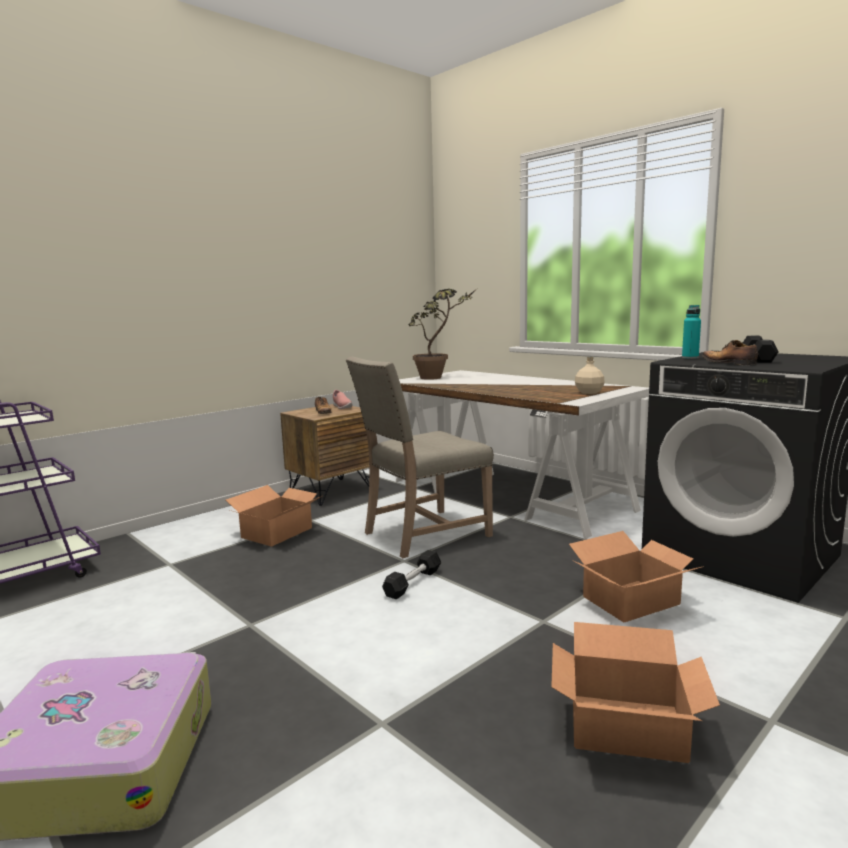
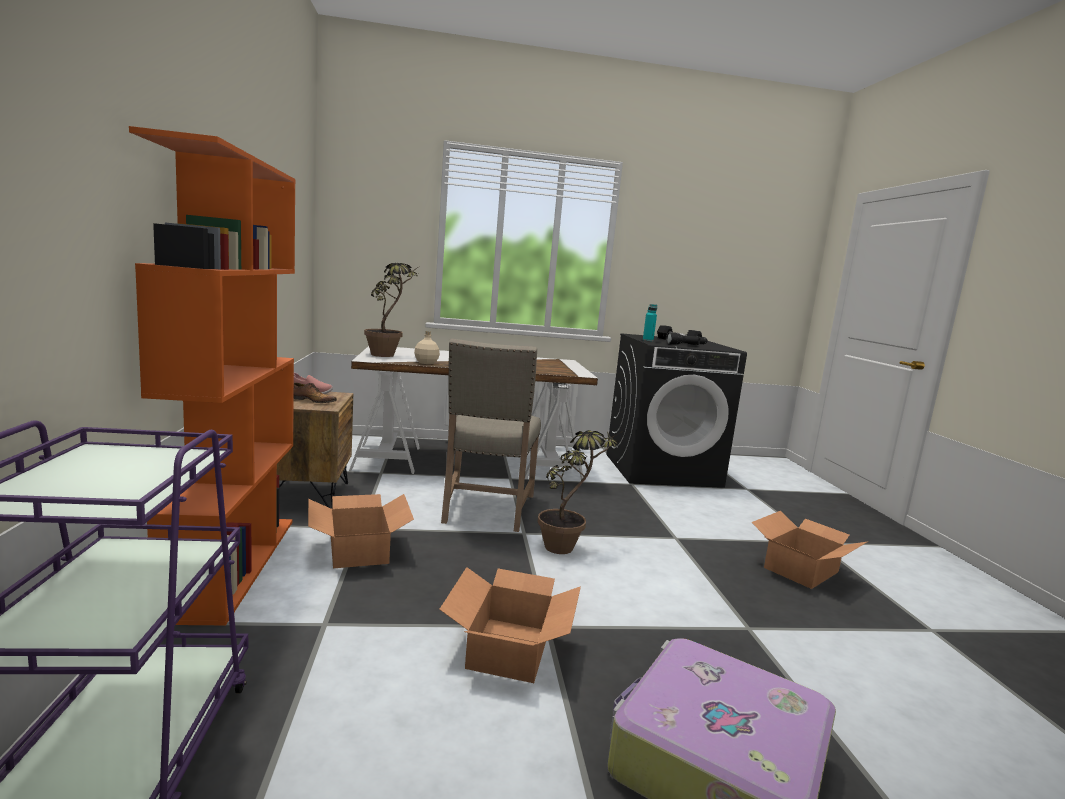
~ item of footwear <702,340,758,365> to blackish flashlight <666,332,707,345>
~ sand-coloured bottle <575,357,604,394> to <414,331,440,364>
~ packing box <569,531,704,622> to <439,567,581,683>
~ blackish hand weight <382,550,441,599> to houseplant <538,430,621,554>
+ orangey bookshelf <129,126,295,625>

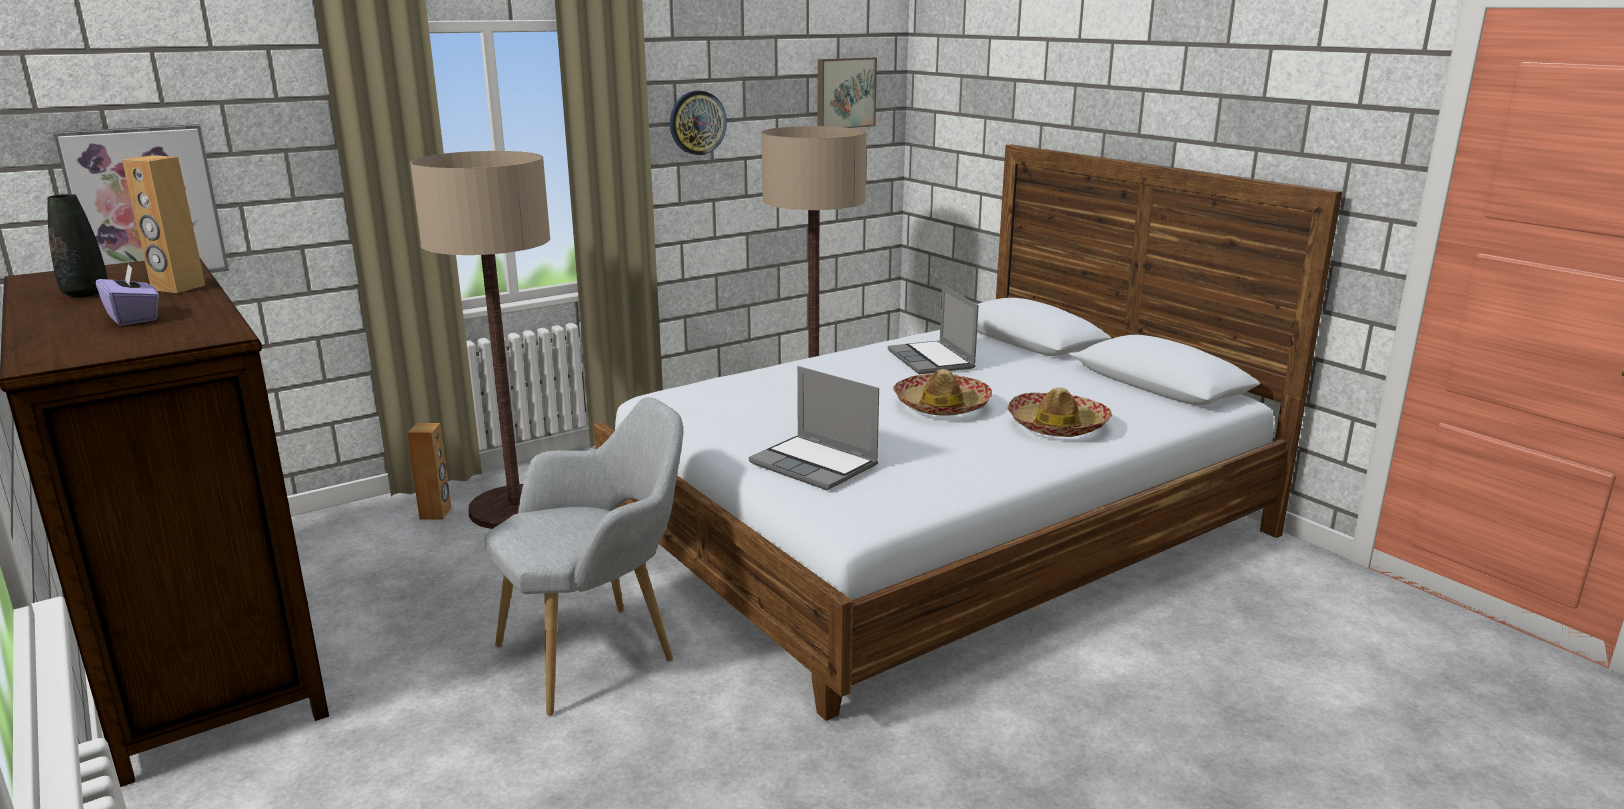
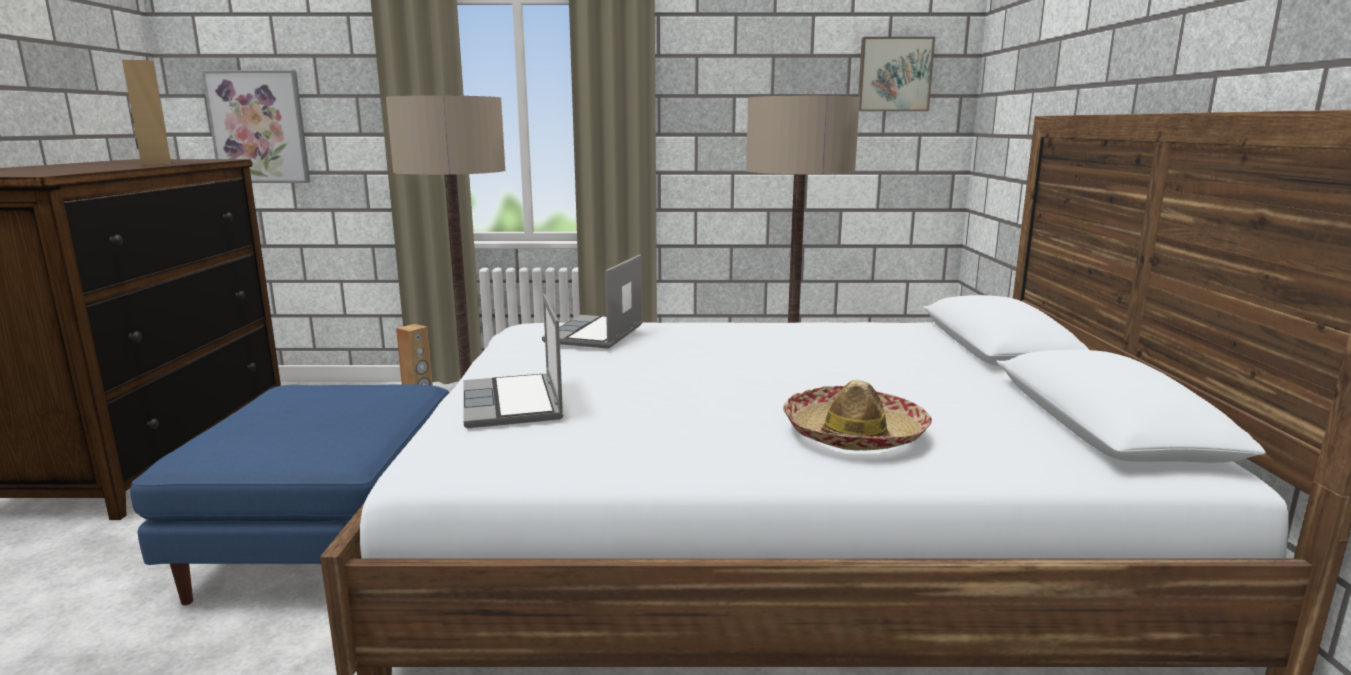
- hanging clock <670,90,727,155>
- blackish decorative vase <47,194,108,297>
- purplish tissue holder <96,264,159,326>
~ portable computer <888,285,979,374> to <542,254,642,349>
- hat <893,369,992,415>
~ gray armchair <485,397,683,716> to blue-coloured ottoman <130,384,449,605>

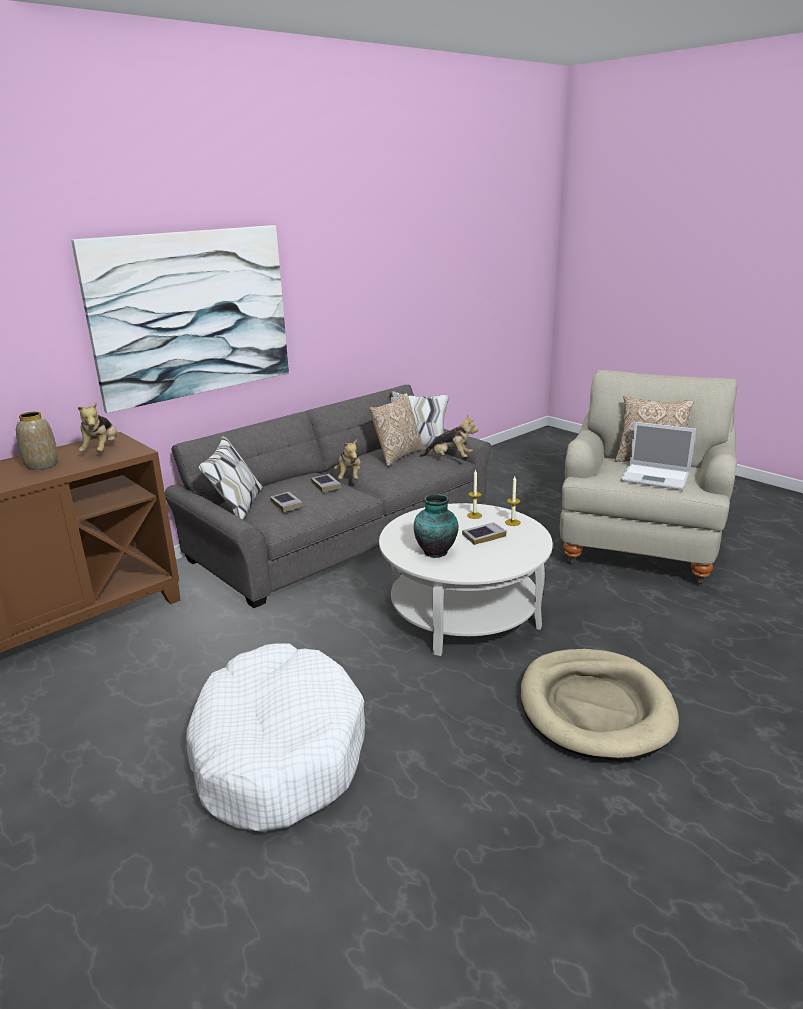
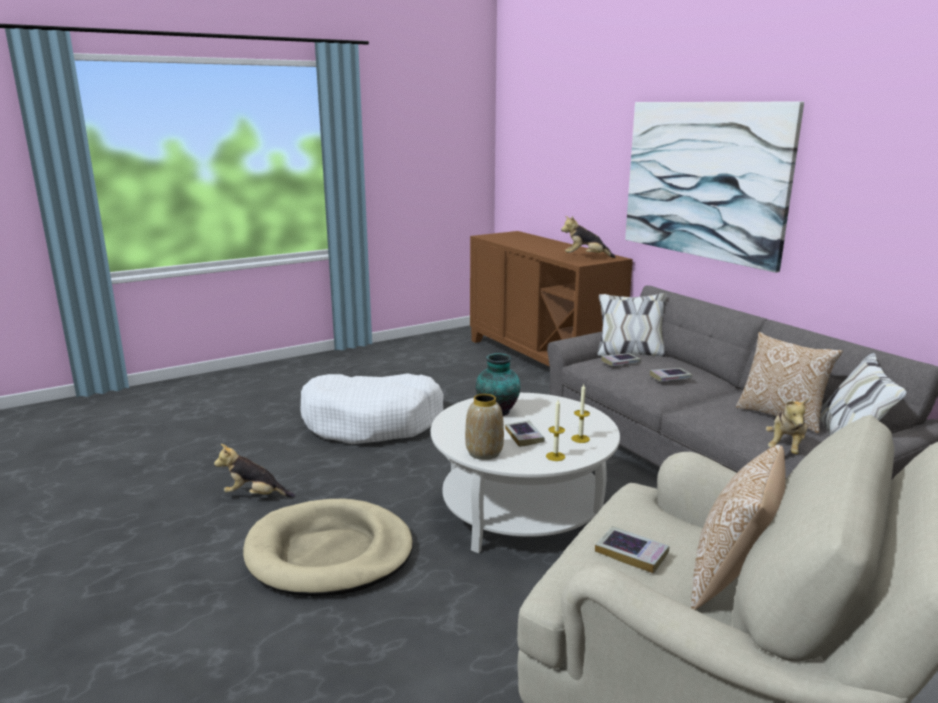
~ decorative vase <16,412,58,470> to <465,394,504,460>
~ portable computer <620,422,696,490> to bound book <595,526,669,574>
~ cuddly toy <334,439,361,479> to <214,444,295,498>

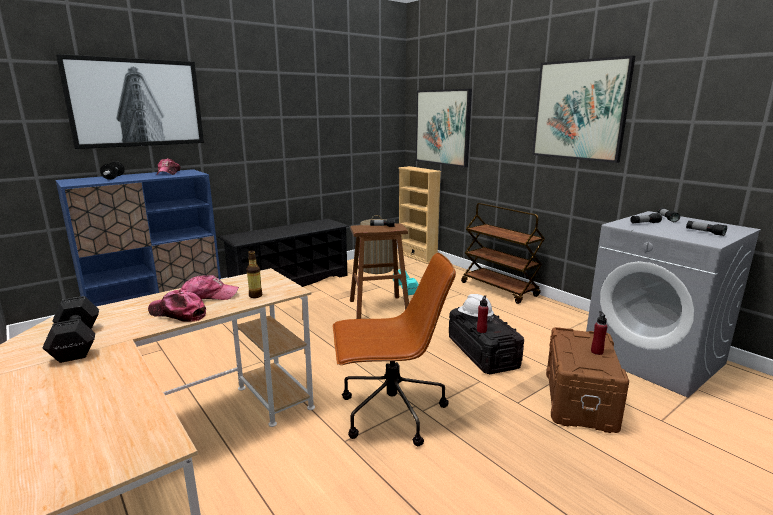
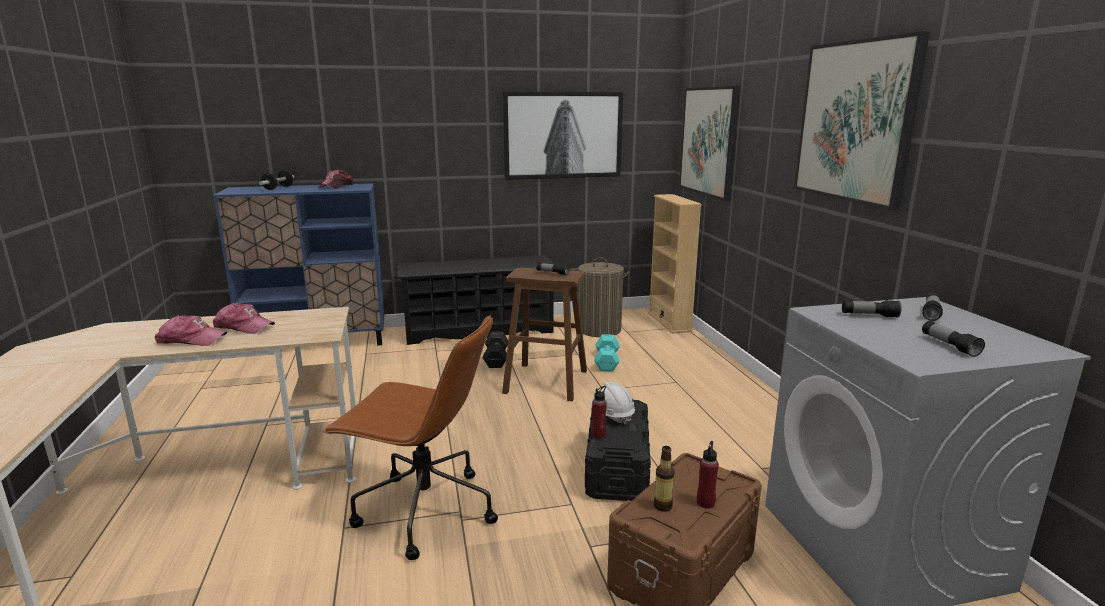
~ wall picture <56,54,204,149> to <503,92,623,180>
- brownish trolley <461,203,545,304>
~ bottle <247,250,262,298> to <654,446,675,512>
~ baseball cap <148,289,206,322> = <155,315,227,346> 135 degrees clockwise
~ blackish hand weight <43,296,99,363> to <483,332,508,368>

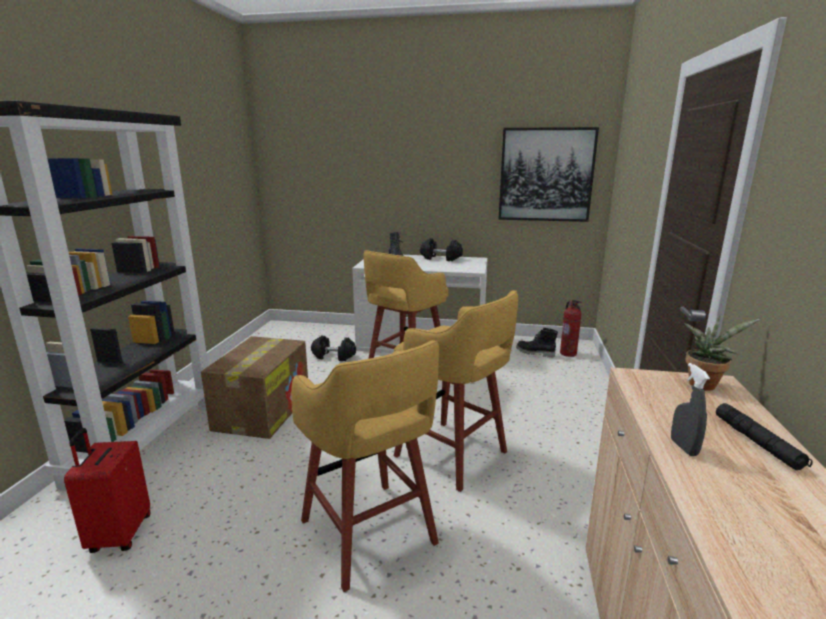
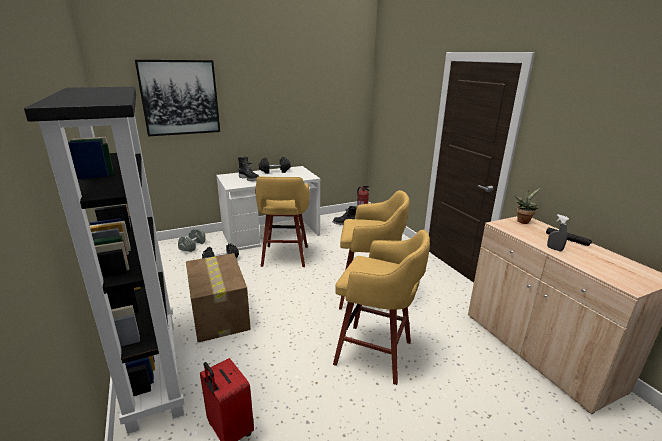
~ wall picture <498,127,599,222> to <135,60,220,136>
+ gray hand weight <178,228,205,252>

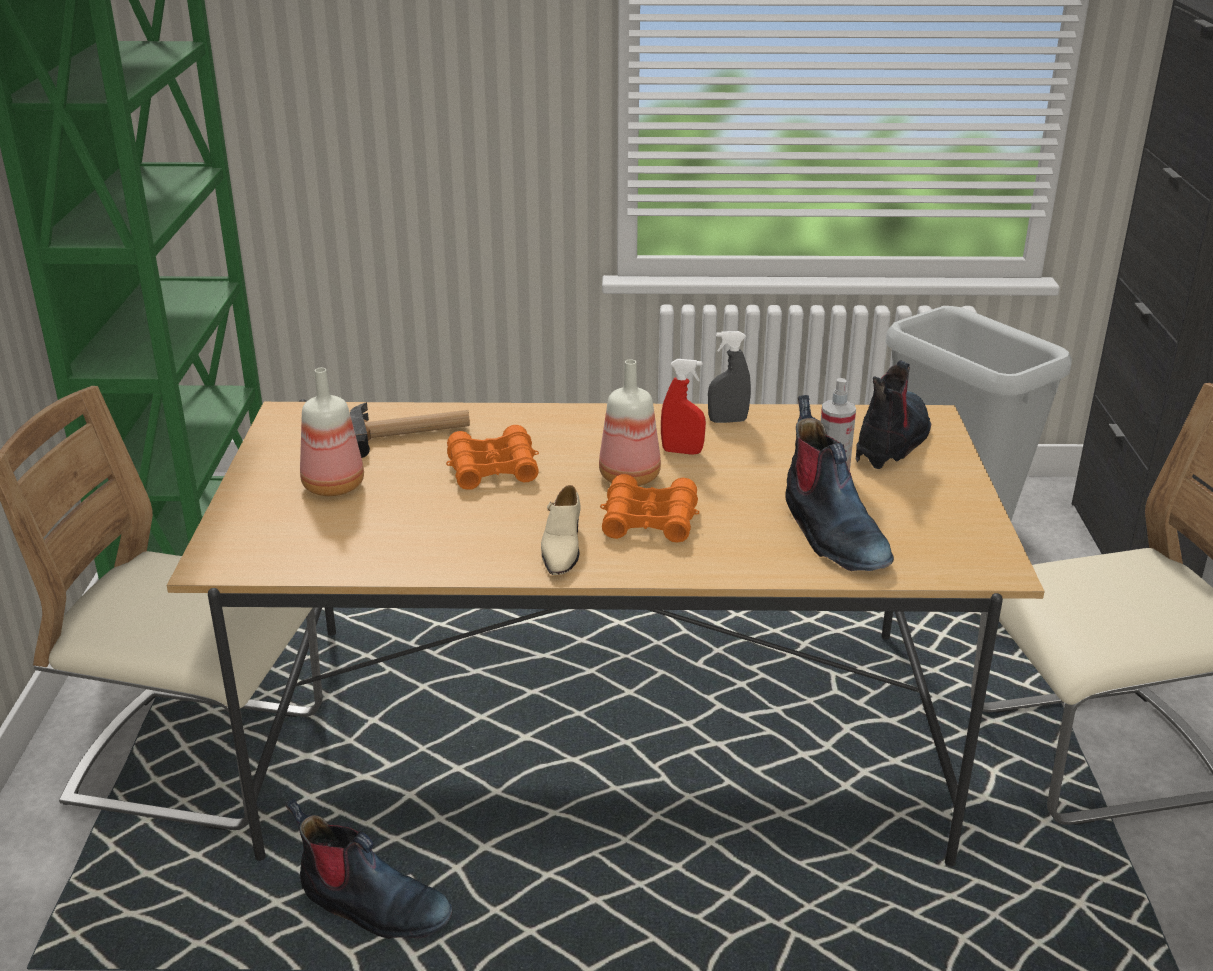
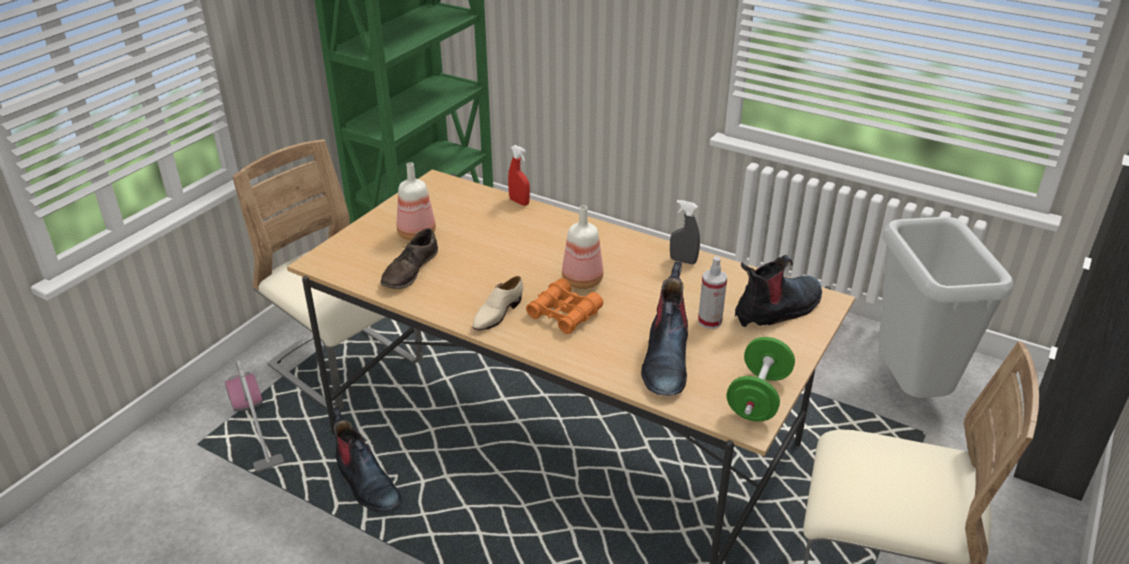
~ red-coloured spray bottle <661,359,706,455> to <508,145,530,206>
- hand hammer <350,402,470,458>
- orangey field glasses <446,425,539,490>
+ brownish item of footwear <380,228,438,289>
+ greenish hand weight <727,337,795,421>
+ vacuum cleaner <225,360,284,472>

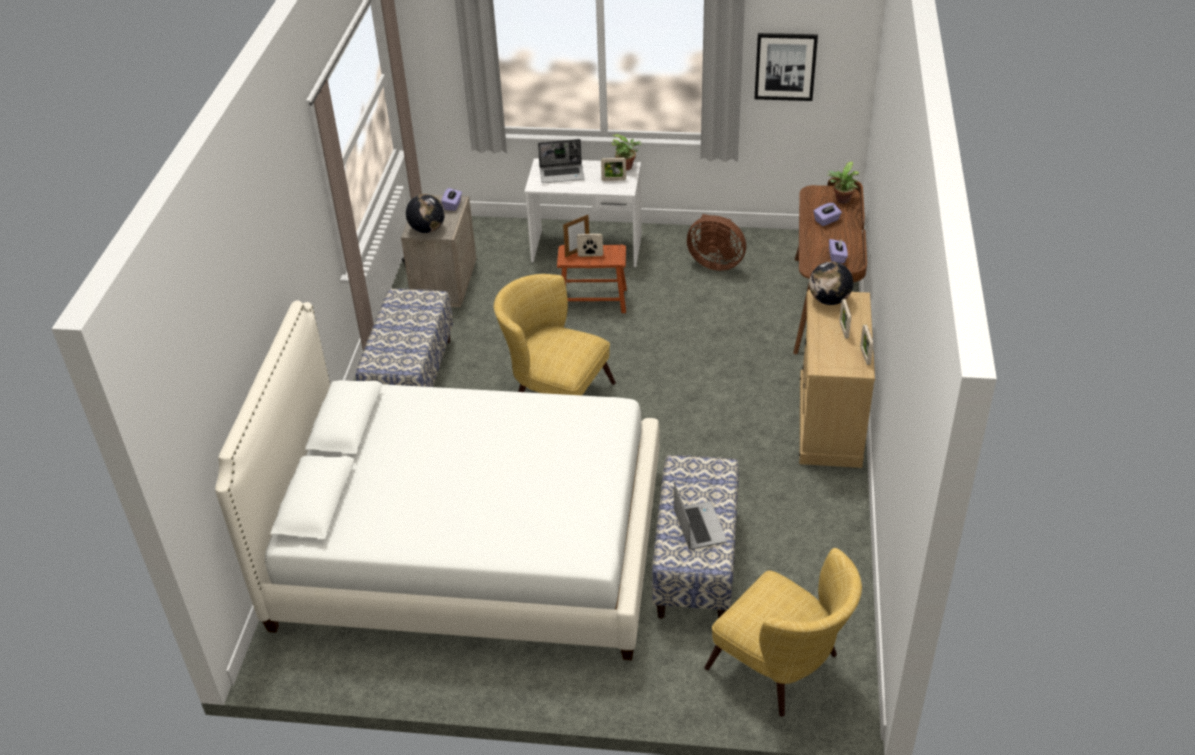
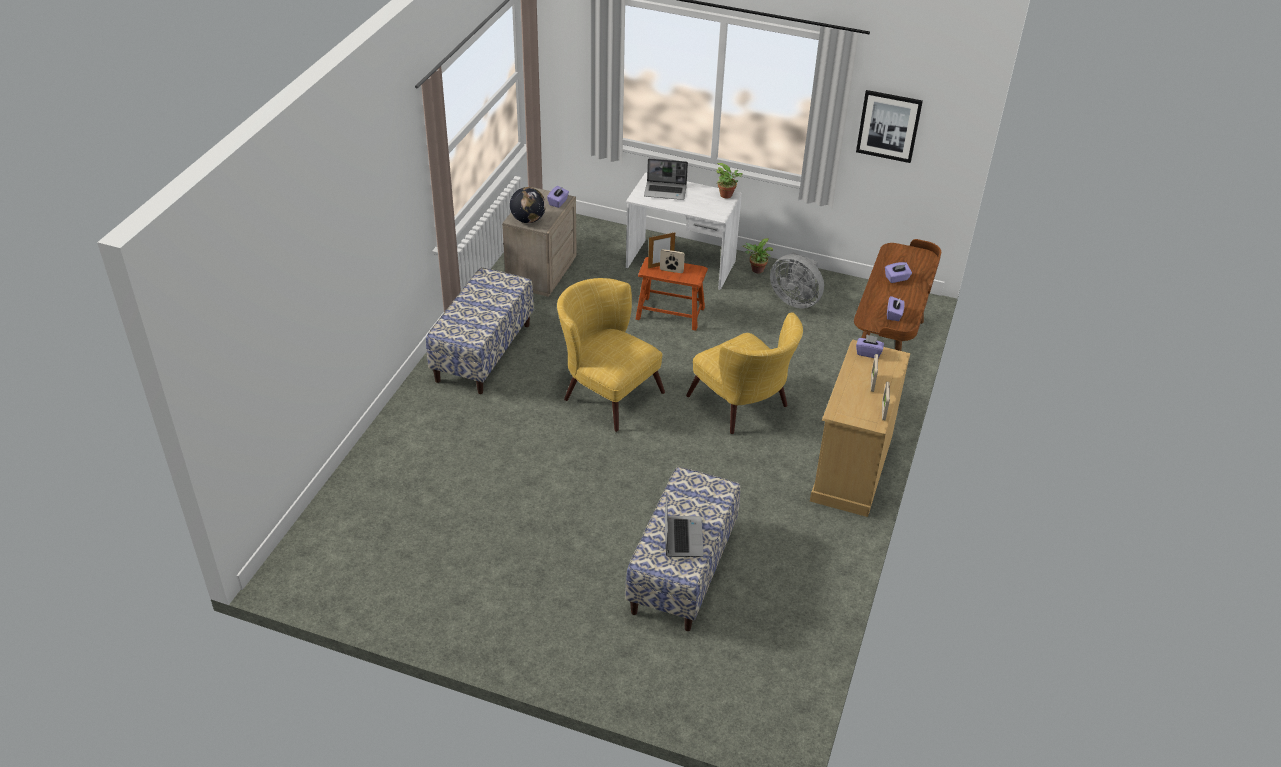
- photo frame <601,157,626,181>
~ houseplant <826,162,859,204> to <741,238,773,273>
~ brownish electric fan <687,214,746,271> to gray electric fan <770,252,824,308>
~ desk globe <809,261,853,305> to purplish tissue holder <856,334,884,358>
- whitish bed <215,300,660,660>
~ yellow armchair <705,548,862,717> to <686,312,803,434>

